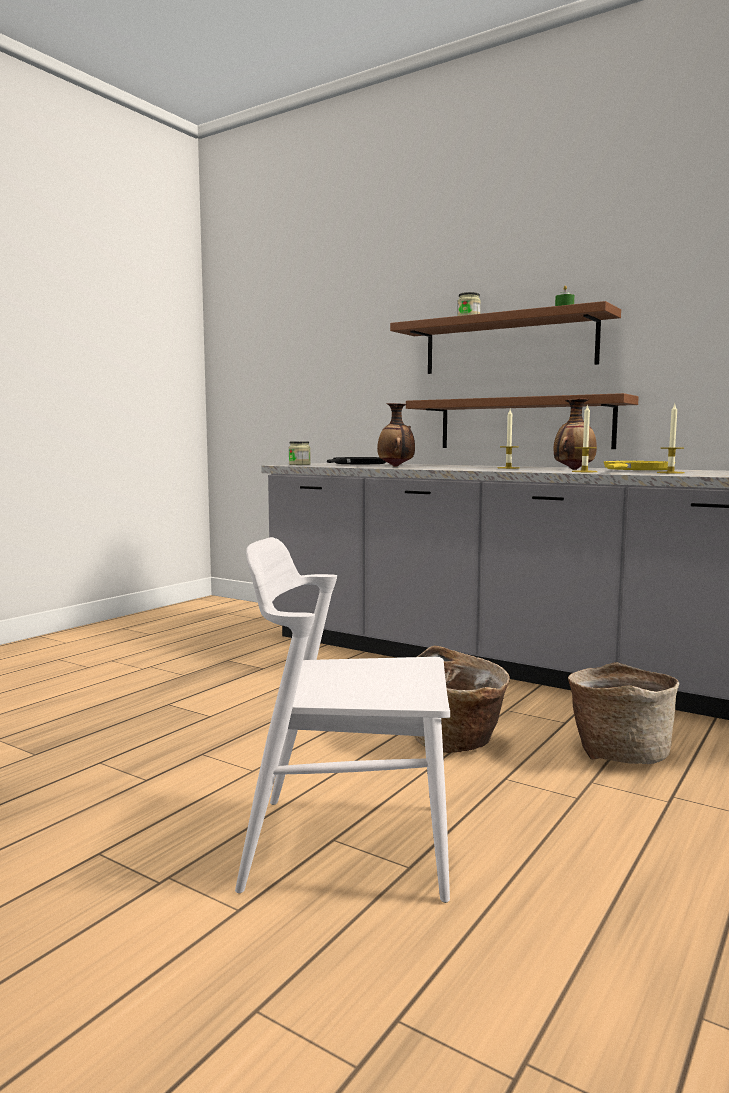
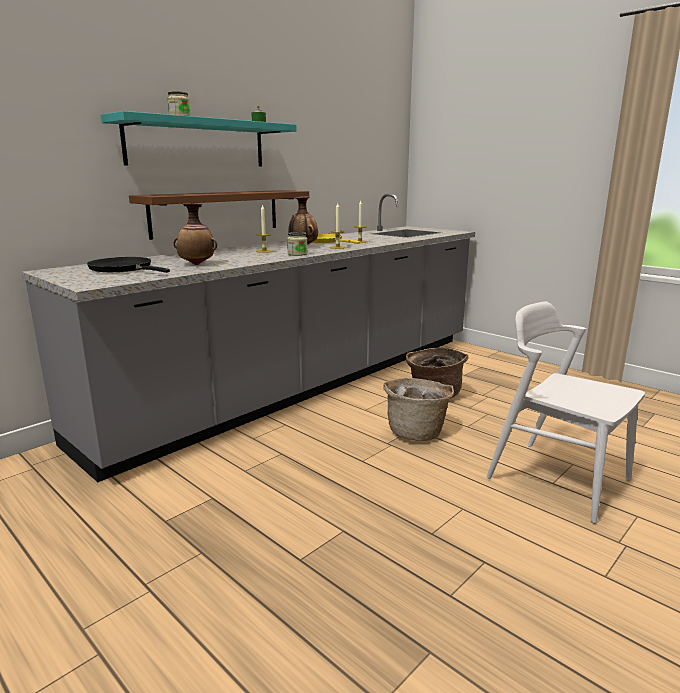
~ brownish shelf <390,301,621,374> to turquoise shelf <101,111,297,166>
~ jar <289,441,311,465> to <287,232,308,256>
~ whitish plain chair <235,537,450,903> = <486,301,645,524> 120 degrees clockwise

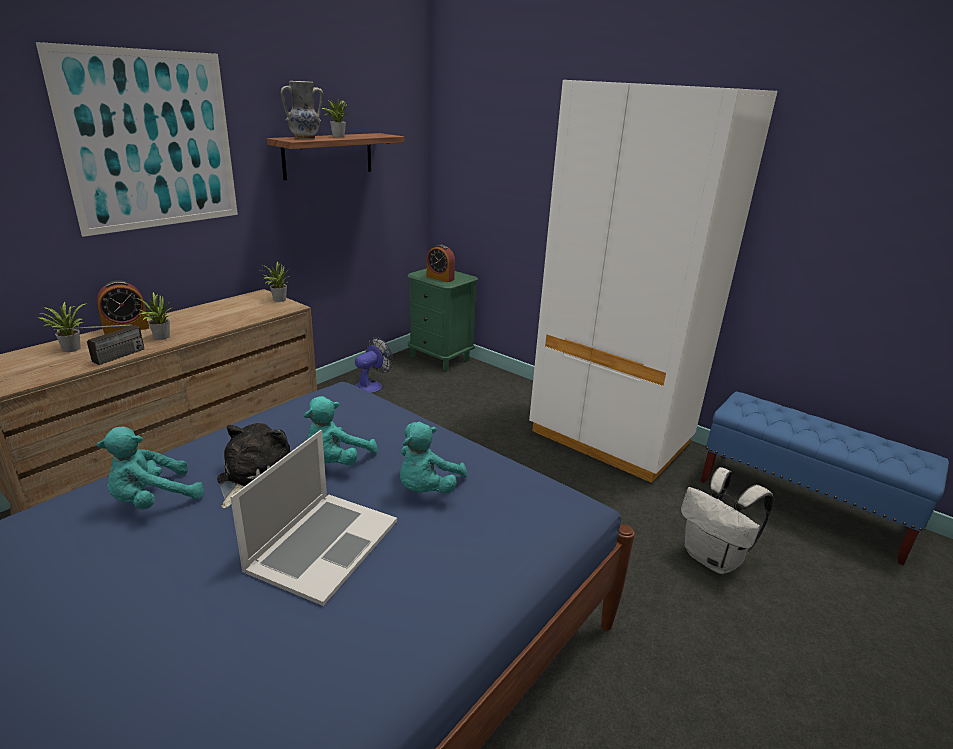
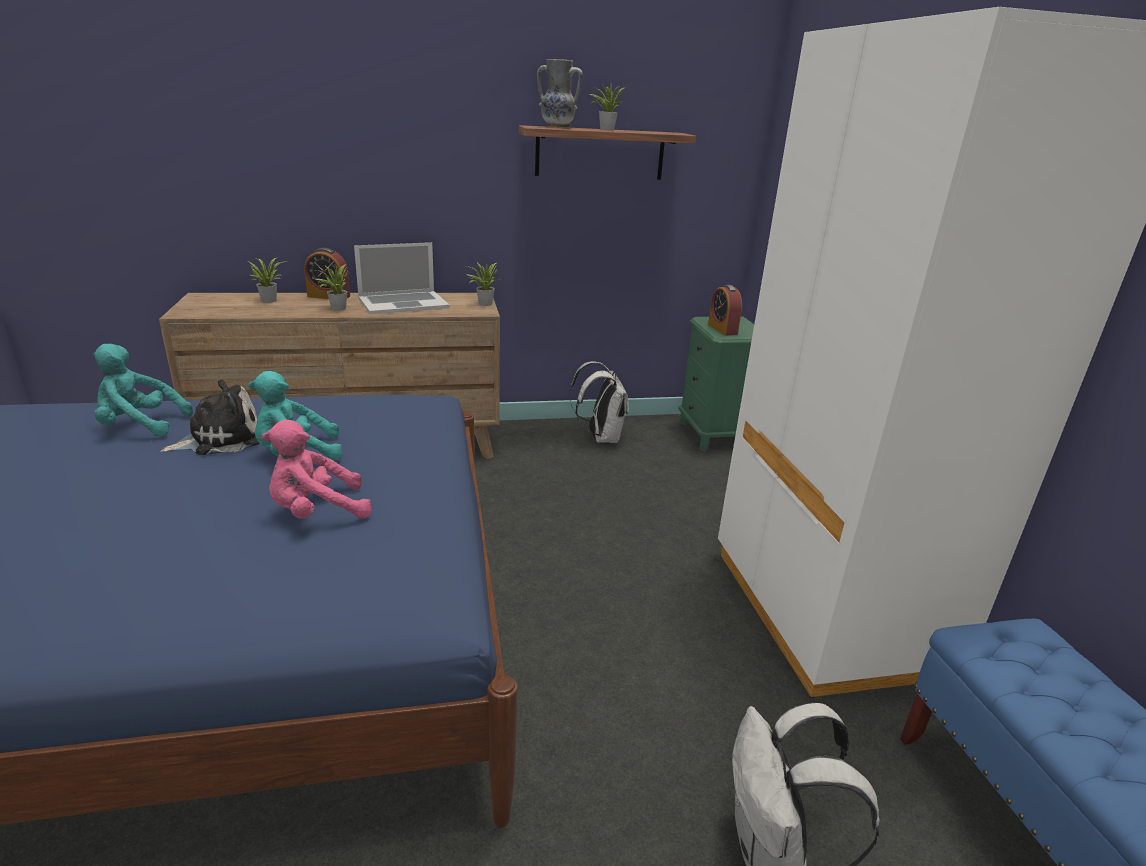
- wall picture <36,42,238,237>
- radio <53,324,144,365>
~ electric fan <355,337,393,393> to whitish rucksack <569,361,629,443>
~ turquoise cuddly toy <400,421,467,493> to pinkish cuddly toy <261,420,372,519>
~ portable computer <230,430,397,606> to <354,242,450,314>

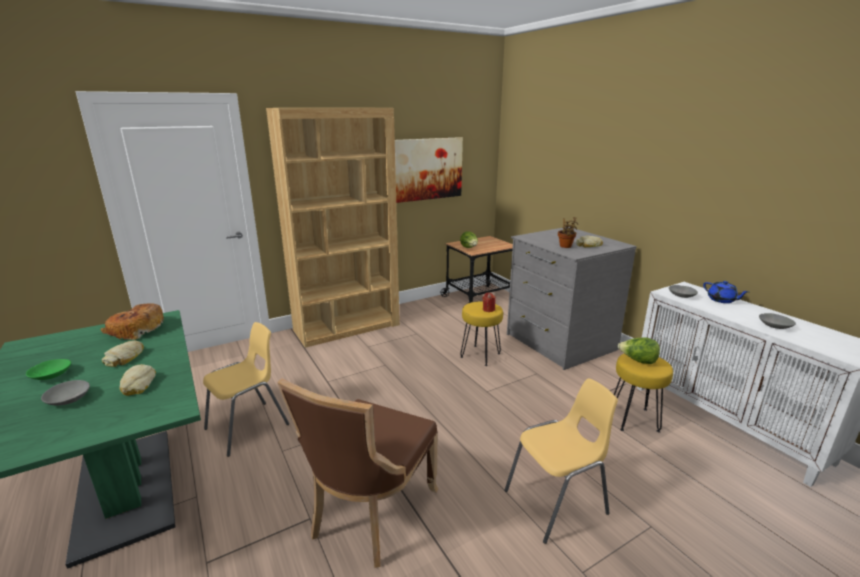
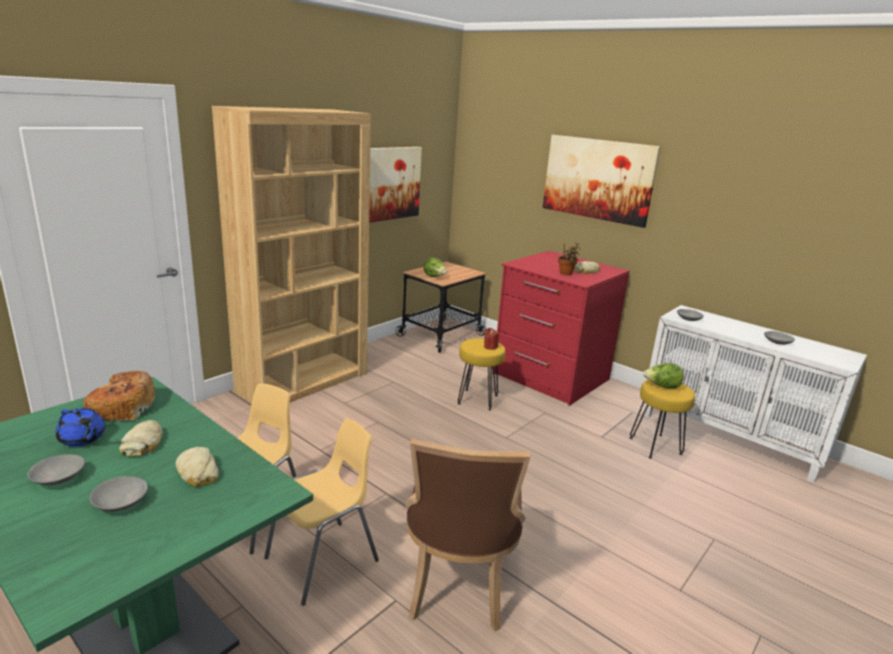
~ gray chest of drawers <507,227,637,370> to red-coloured chest of drawers <494,251,630,406>
~ blue-coloured pot for tea <703,281,749,303> to <55,408,105,447>
~ greenish bowl <26,359,71,380> to gray bowl <27,454,85,485>
~ yellow plain chair <504,378,618,544> to <264,418,379,606>
+ wall picture <543,135,661,228>

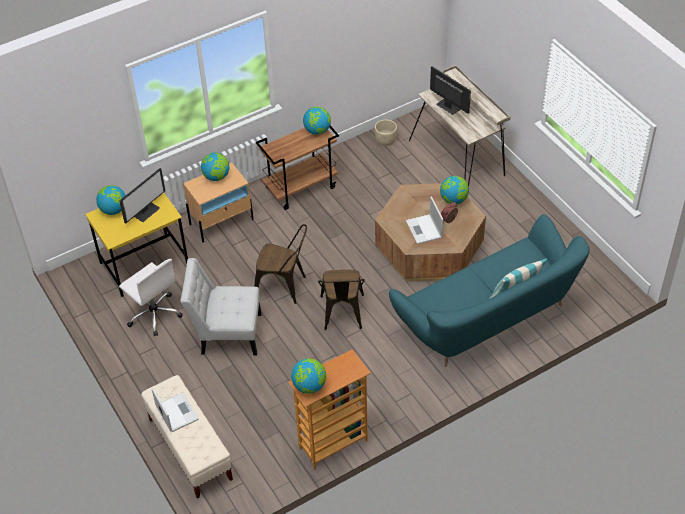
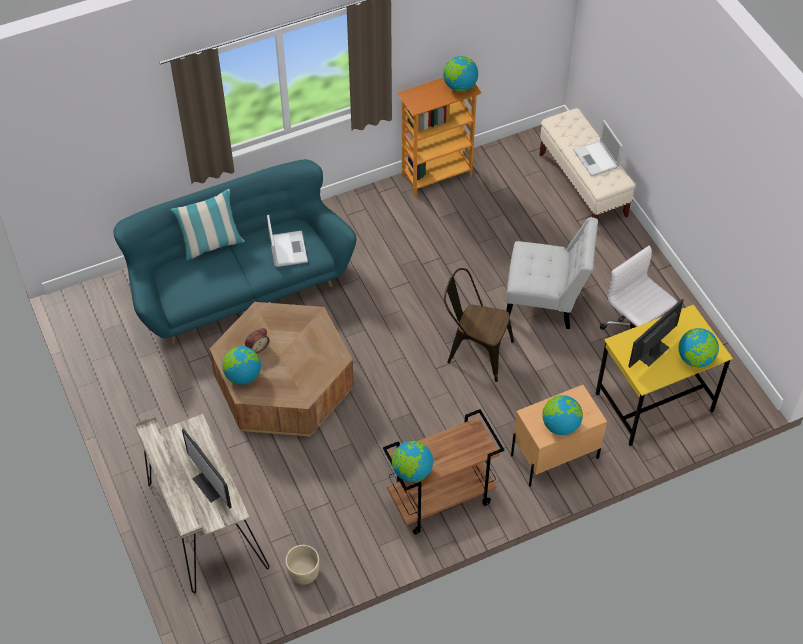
~ portable computer <406,197,444,244> to <267,215,308,267>
- brownish plain chair <318,270,365,330>

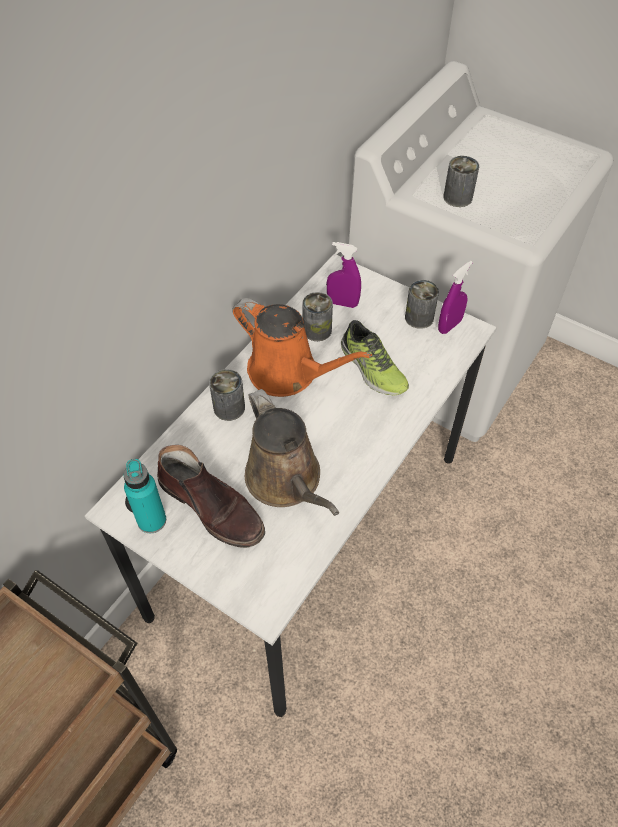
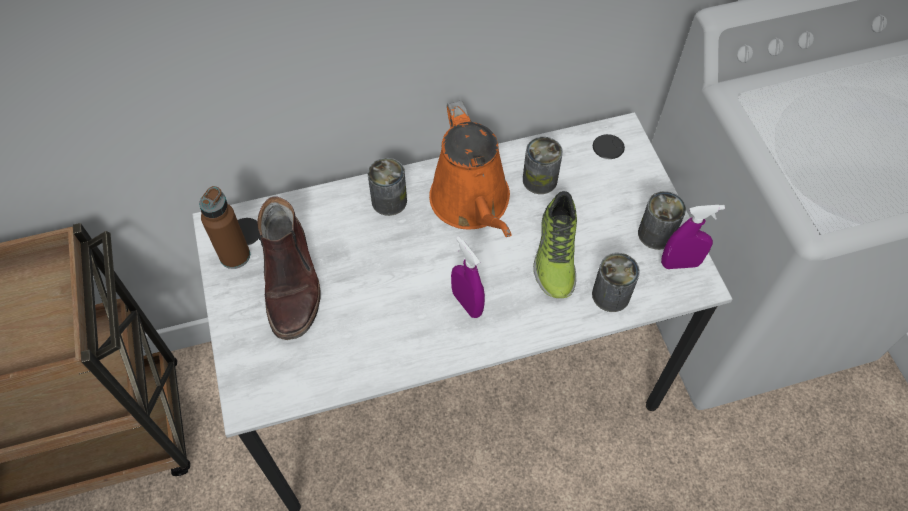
~ can <443,156,479,207> to <592,253,640,312>
~ purplish spray bottle <327,242,361,308> to <451,236,485,318>
- brownish sprinkling can <245,389,339,516>
~ turquoise bottle <123,459,166,533> to brownish bottle <199,186,250,269>

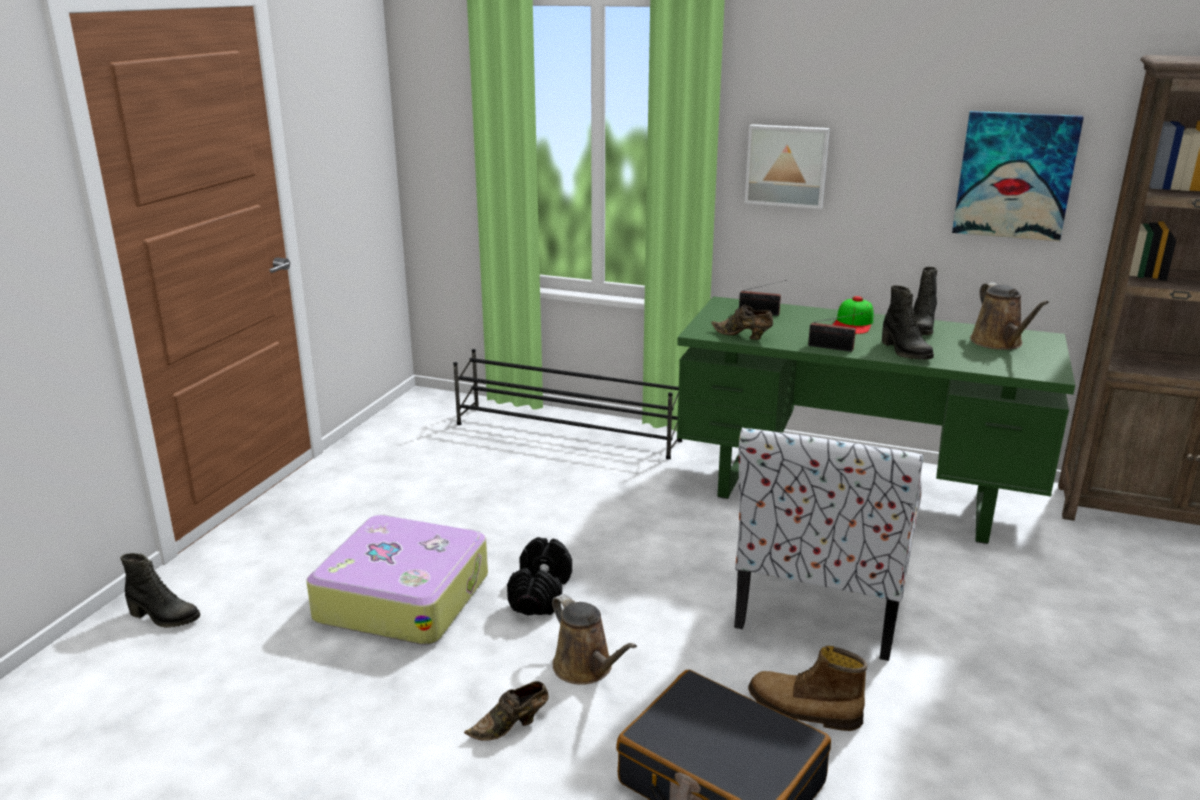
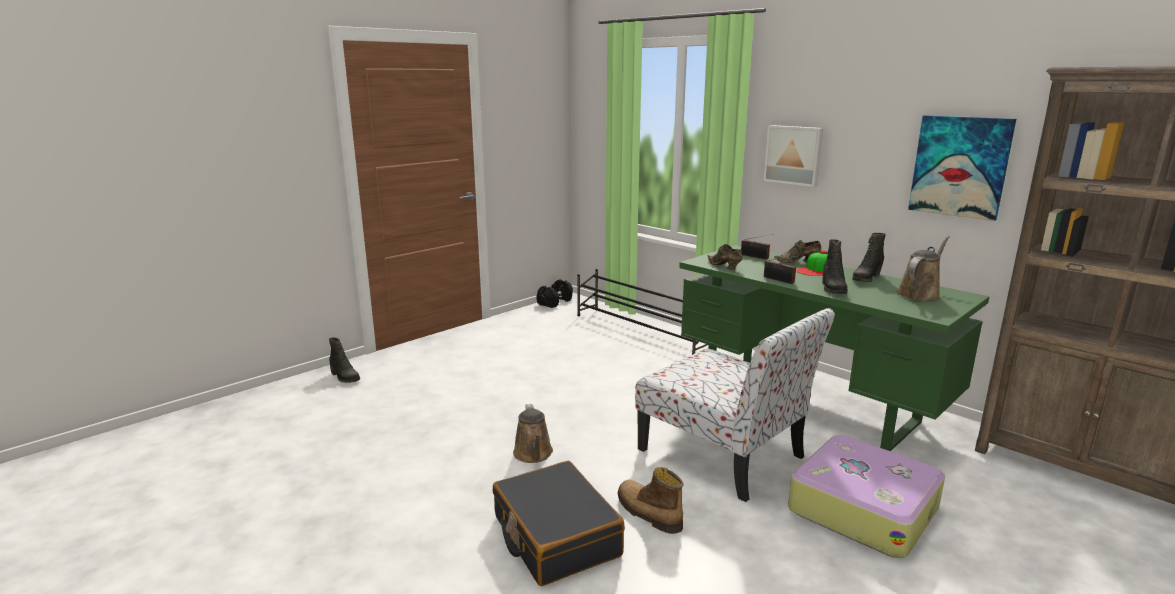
~ brownish sprinkling can <970,282,1049,350> = <896,236,950,301> 150 degrees counterclockwise
~ plain chair <734,427,923,661> = <635,308,835,502> 90 degrees counterclockwise
~ piece of luggage <307,515,488,645> to <788,435,945,558>
~ blackish hand weight <507,537,572,615> to <537,279,573,308>
~ brownish item of footwear <464,681,549,741> to <774,240,821,263>

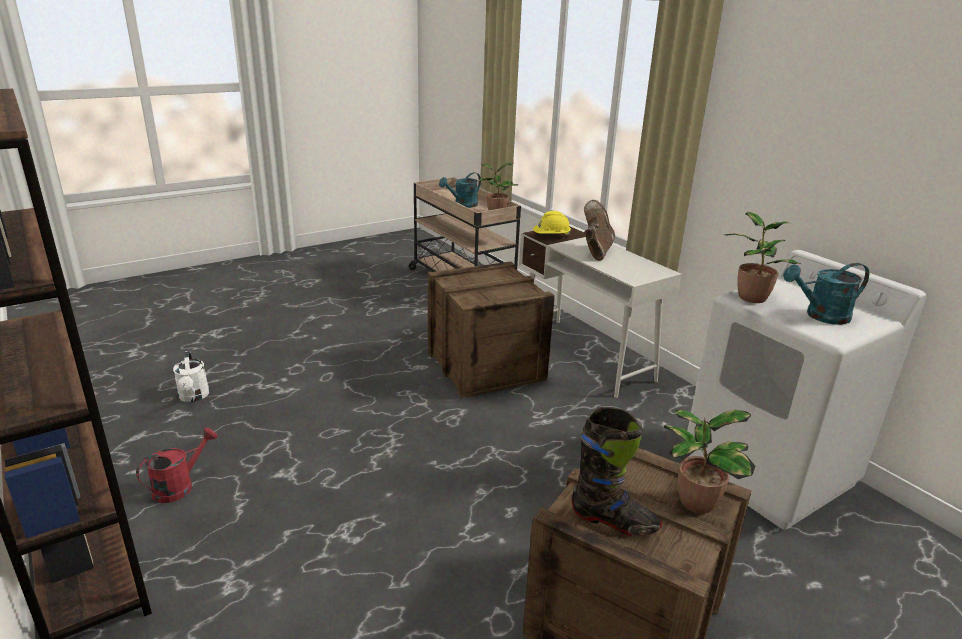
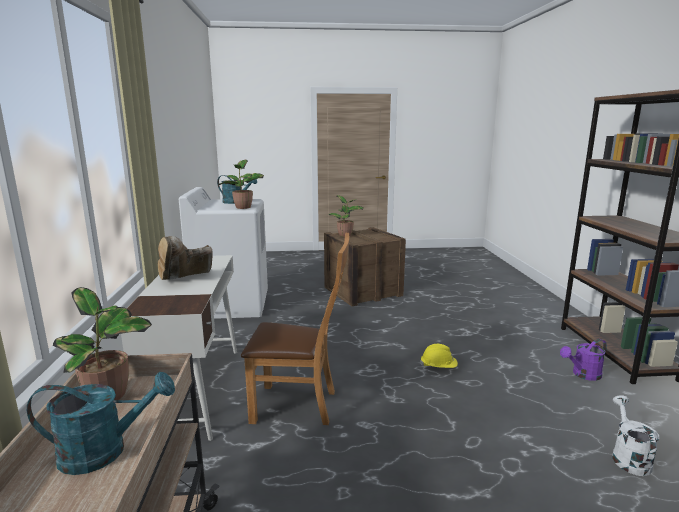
~ yellow safety helmet <533,211,571,235> to <420,344,458,368>
~ packing crate <428,262,555,398> to brownish plain chair <241,233,349,425>
- blackish tall boot <571,407,662,536>
~ red-coloured sprinkling can <136,427,217,503> to purplish sprinkling can <560,339,607,381>

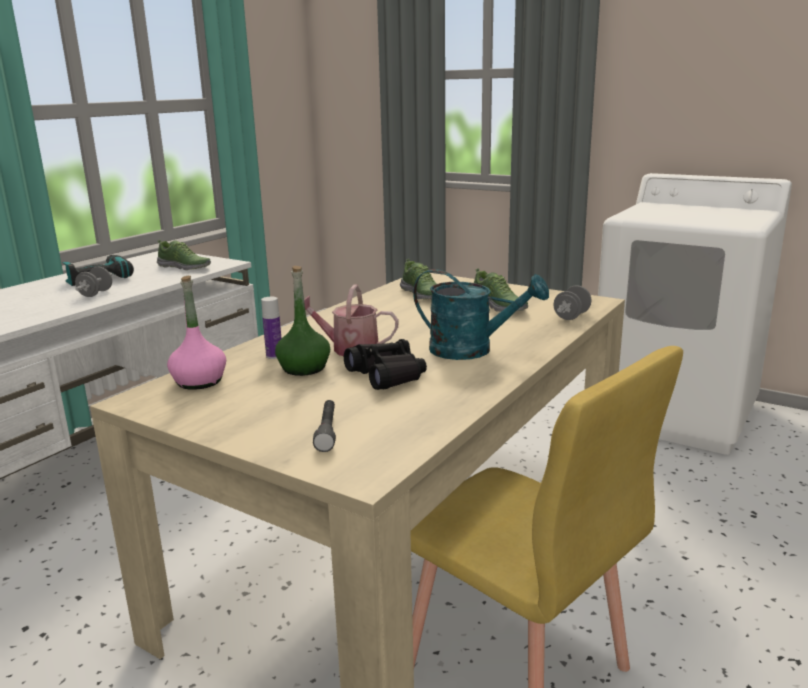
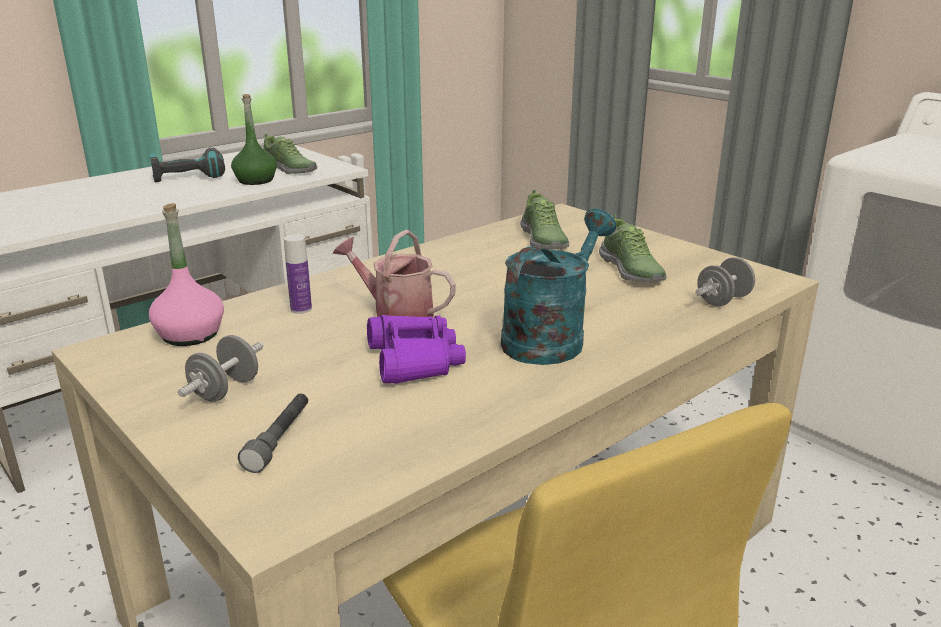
~ greenish bottle <275,266,330,376> to <231,94,277,185>
~ gray hand weight <75,267,112,297> to <178,335,263,402>
~ turquoise sprinkling can <413,269,549,360> = <501,208,616,365> 90 degrees counterclockwise
~ blackish field glasses <344,339,427,390> to purplish field glasses <367,315,466,384>

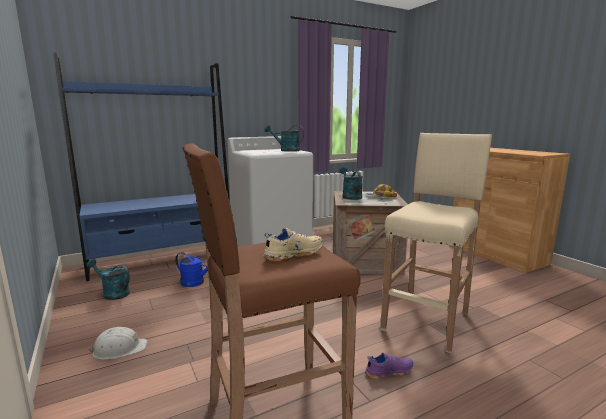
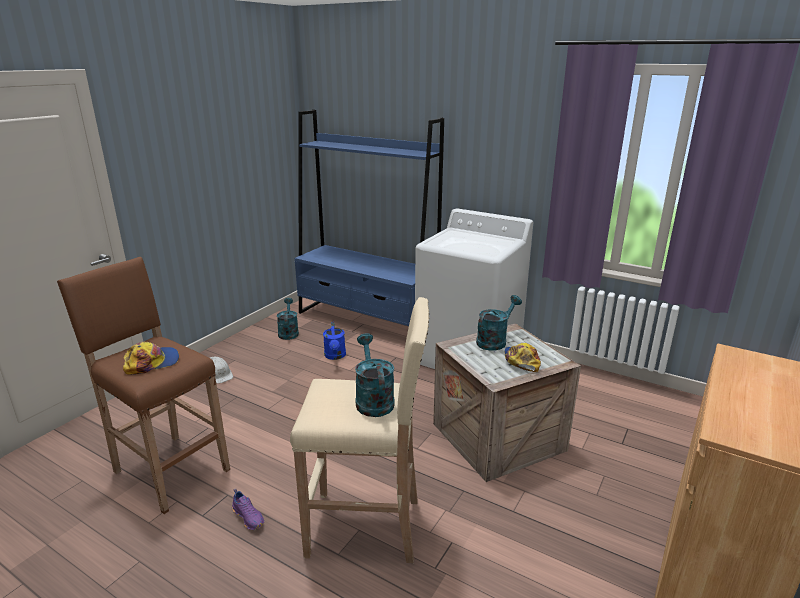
~ turquoise sprinkling can <265,125,304,152> to <355,333,395,417>
~ sand-coloured item of footwear <263,228,323,262> to baseball cap <123,342,179,374>

